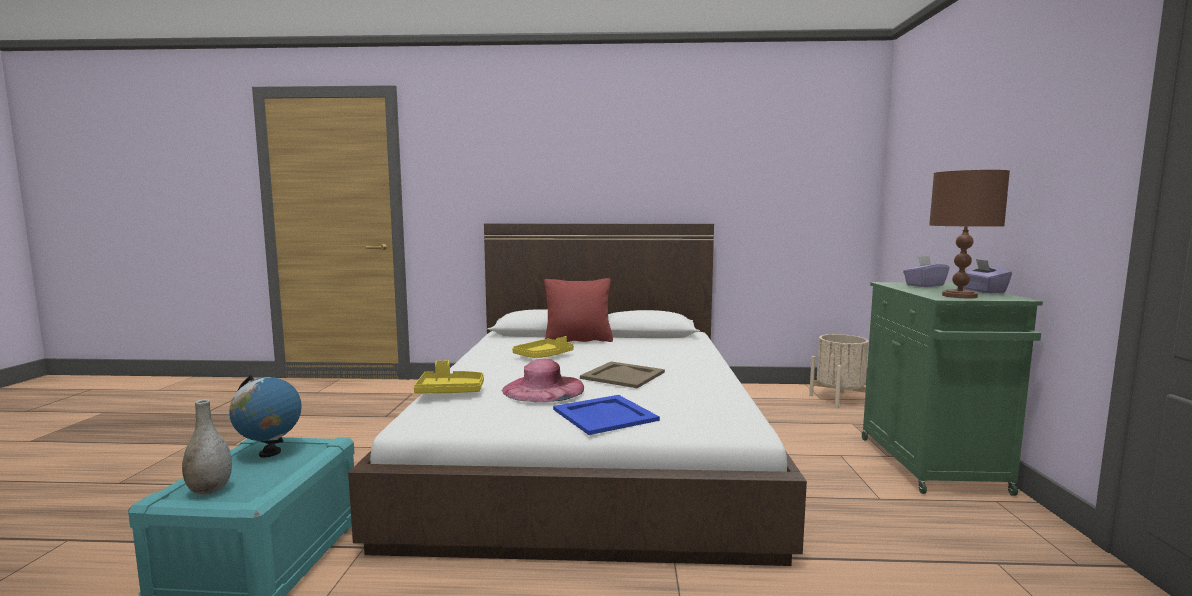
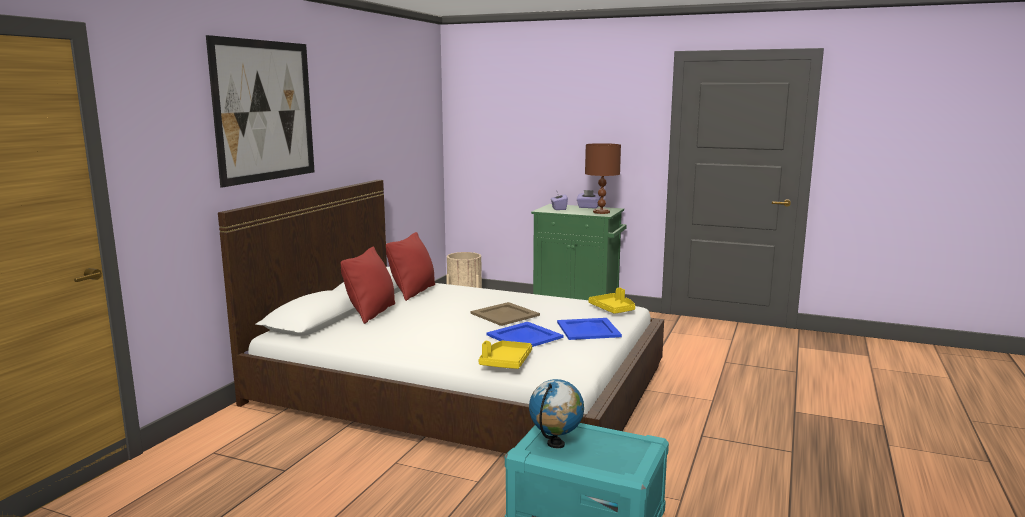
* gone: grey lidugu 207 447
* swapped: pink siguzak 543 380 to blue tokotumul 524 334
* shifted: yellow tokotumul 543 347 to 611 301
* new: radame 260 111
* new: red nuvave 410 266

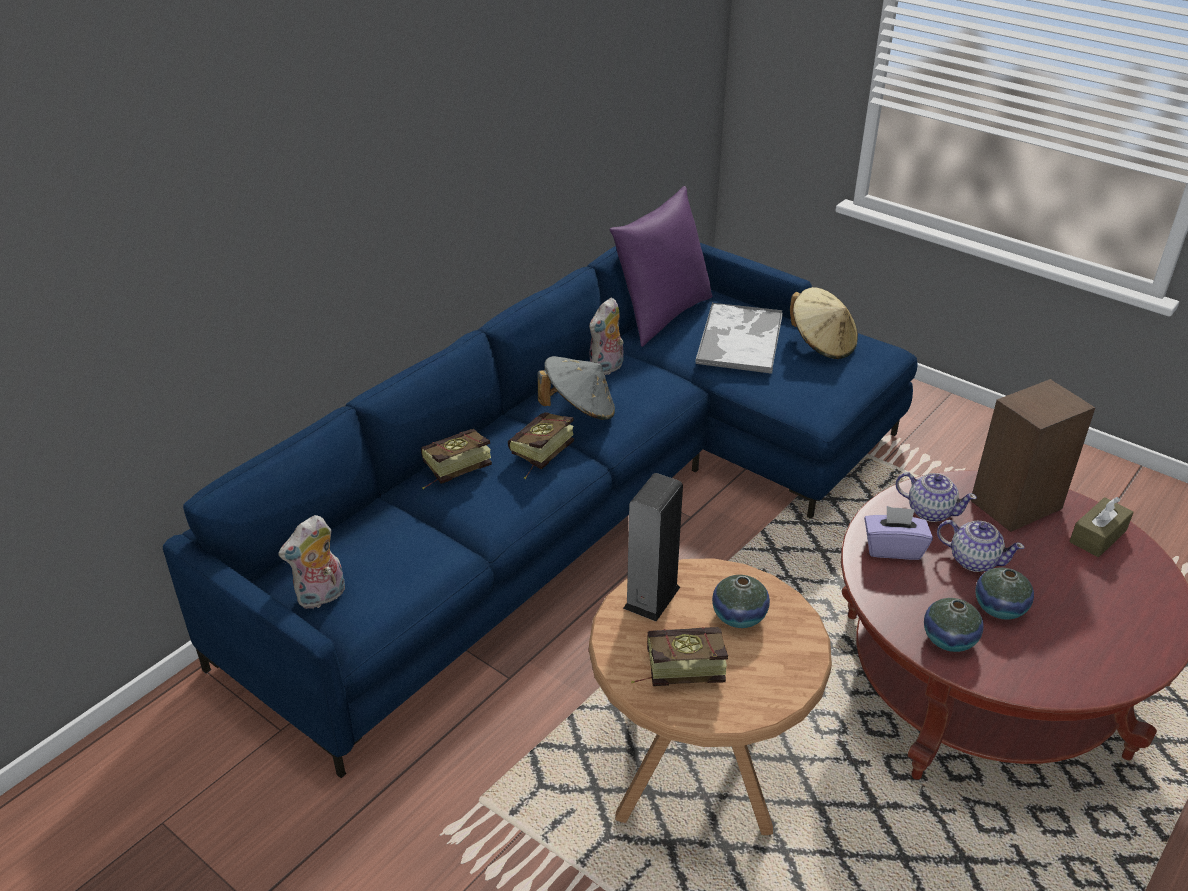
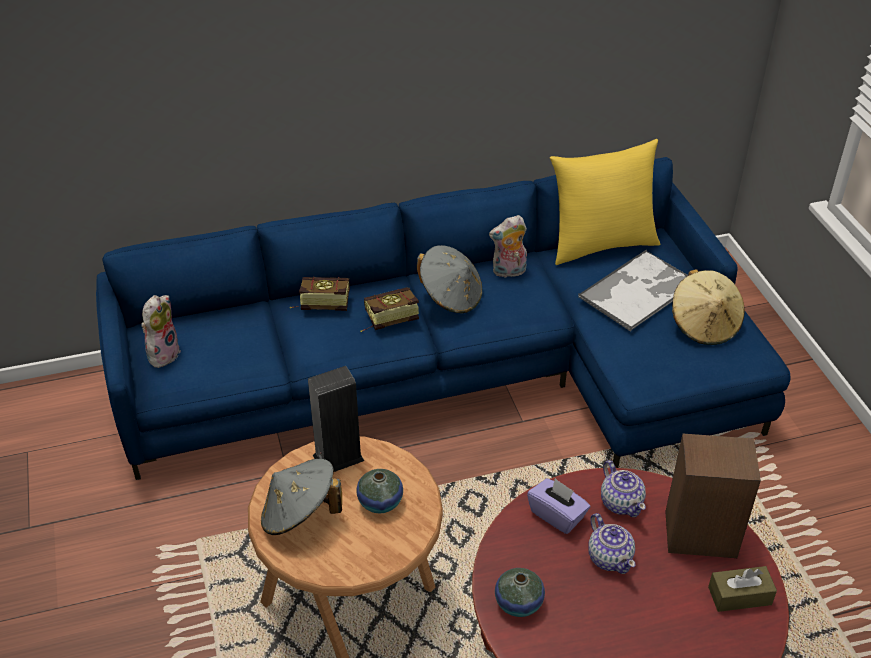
* rotated: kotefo 311 562 = 161 332 120 degrees clockwise
* repainted: purple nuvave 660 266 to yellow nuvave 605 202
* swapped: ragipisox 679 656 to grey siguzak 301 497
* gone: lidugu 1004 593

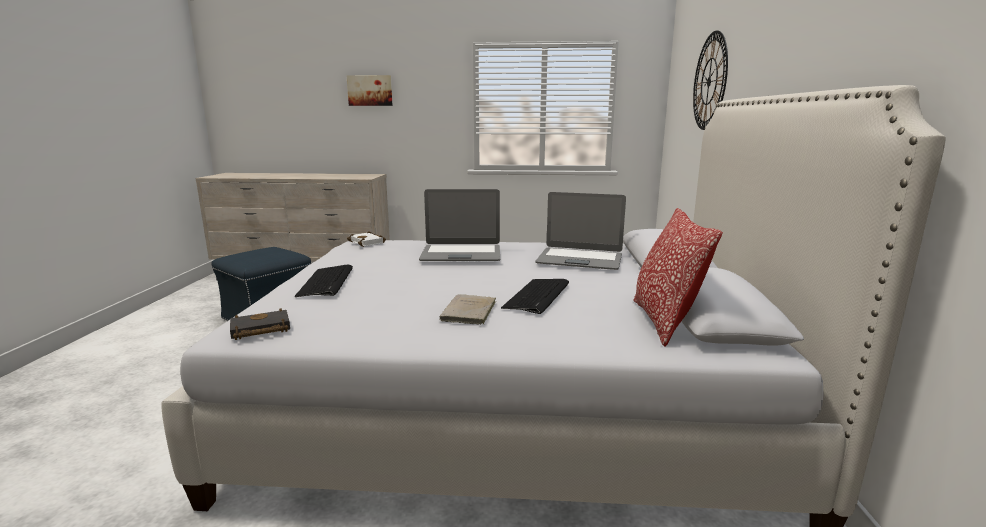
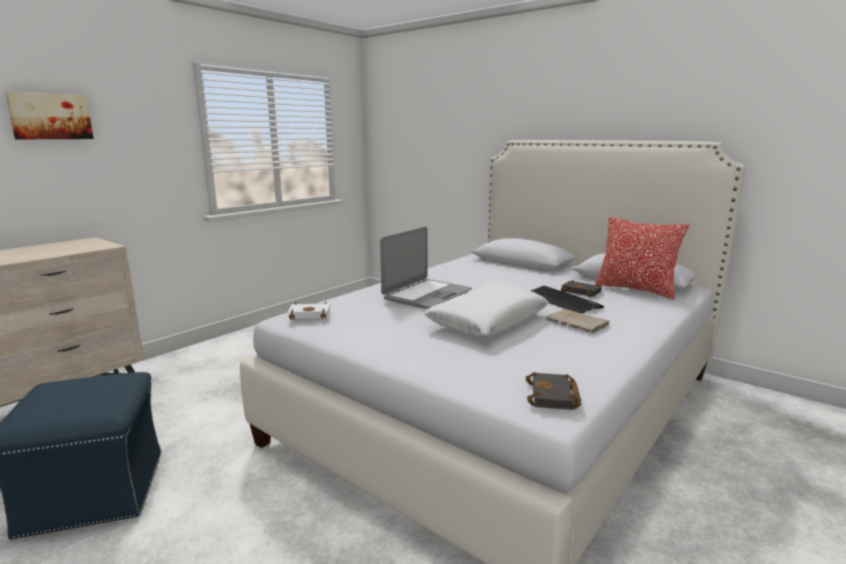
* gone: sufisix 324 280
* gone: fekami 580 231
* gone: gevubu 710 80
* new: white nuvave 486 310
* new: black ragipisox 581 288

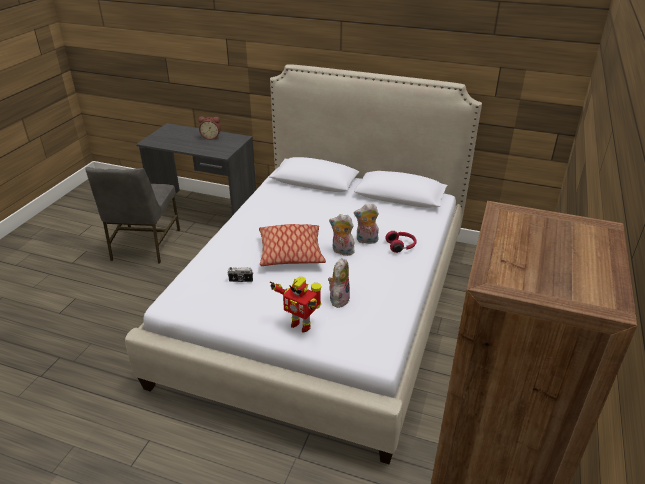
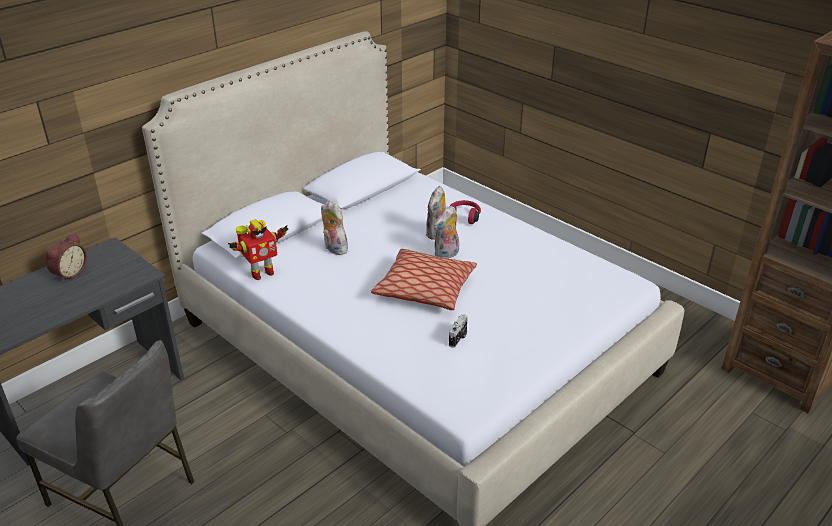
* shifted: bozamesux 295 305 to 258 249
* shifted: kotefo 339 283 to 334 228

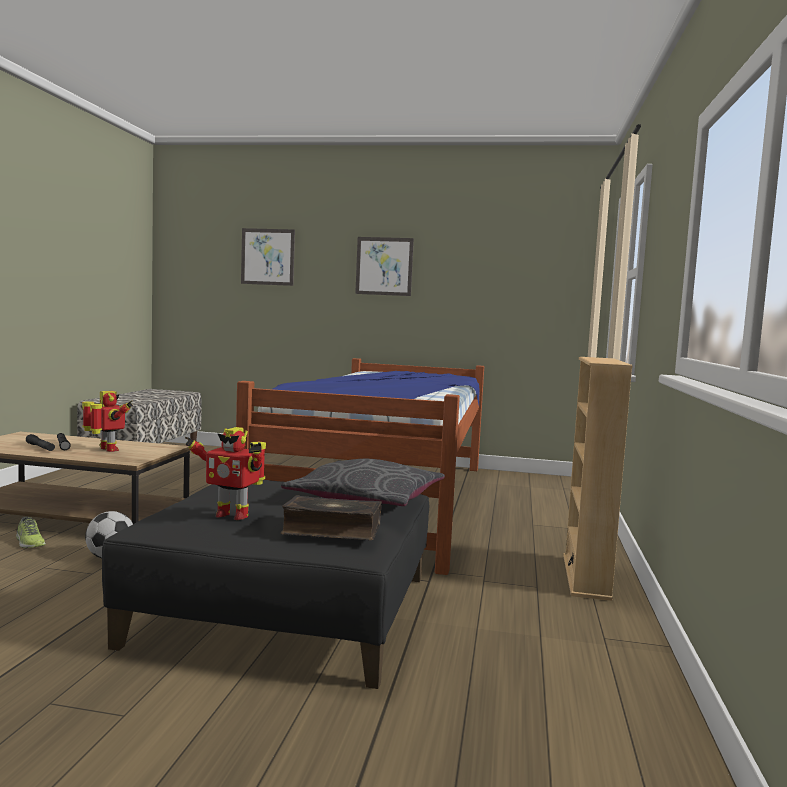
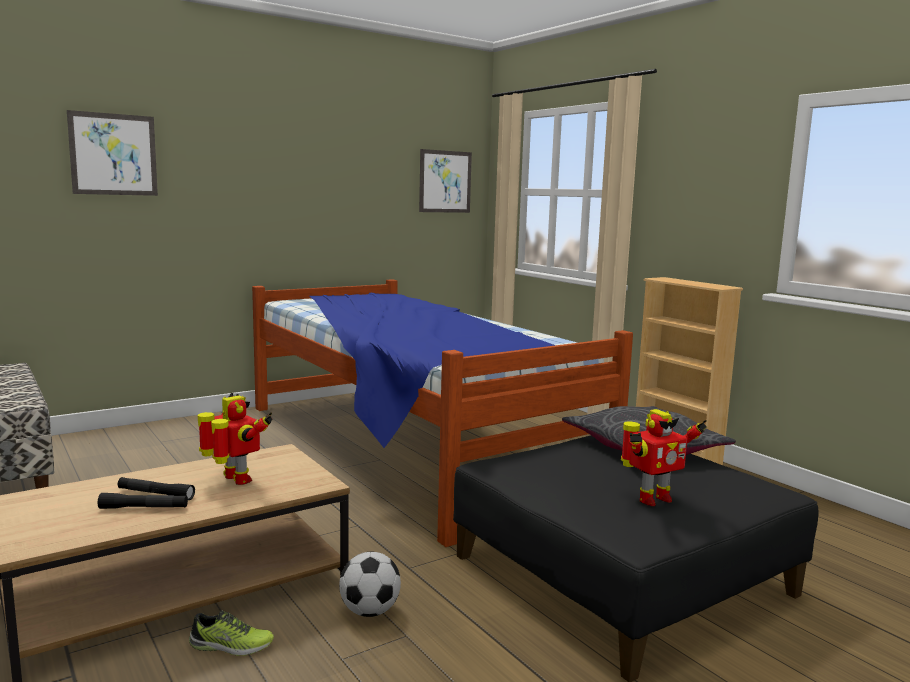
* rotated: bozamesux 107 421 = 235 439 45 degrees clockwise
* gone: ragipisox 331 517
* shifted: radame 384 266 to 445 181

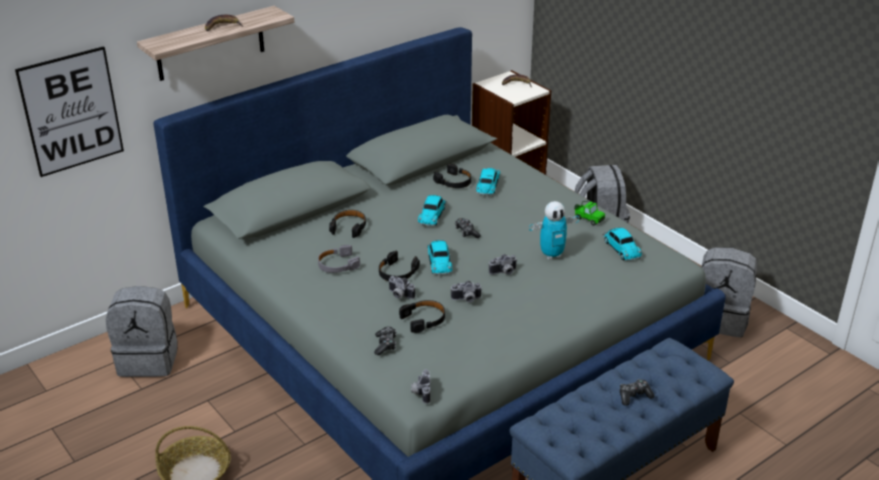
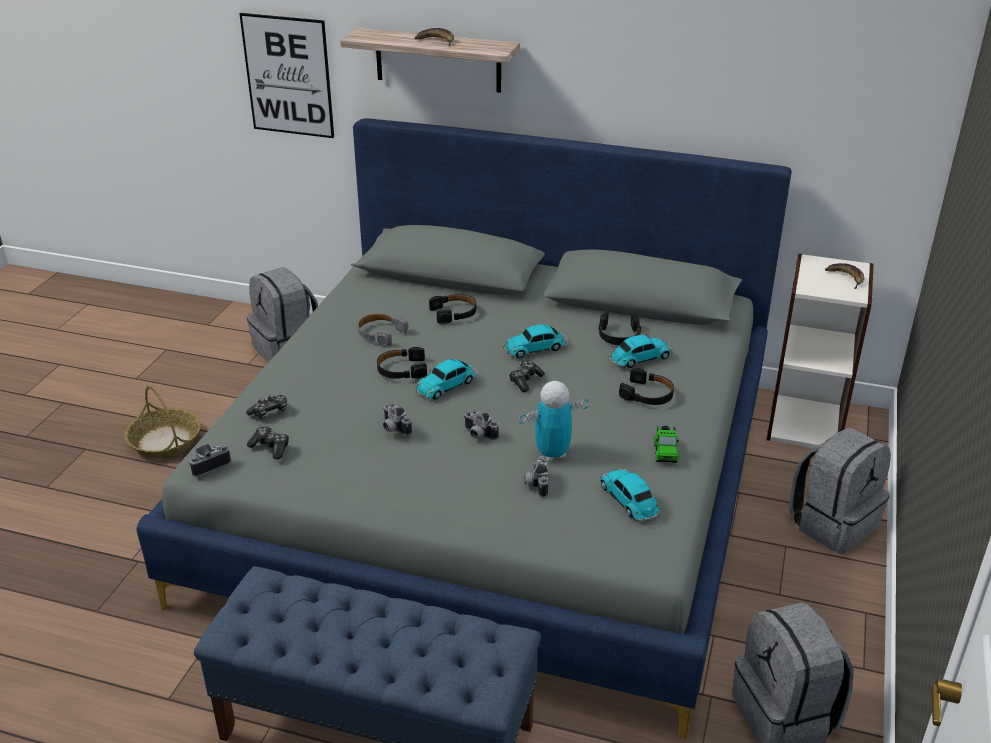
* shifted: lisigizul 401 287 to 536 477
* shifted: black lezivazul 422 316 to 646 386
* rotated: bozamesux 554 230 = 553 421 120 degrees clockwise
* rotated: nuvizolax 622 244 = 630 494 120 degrees clockwise
* shifted: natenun 637 392 to 268 442

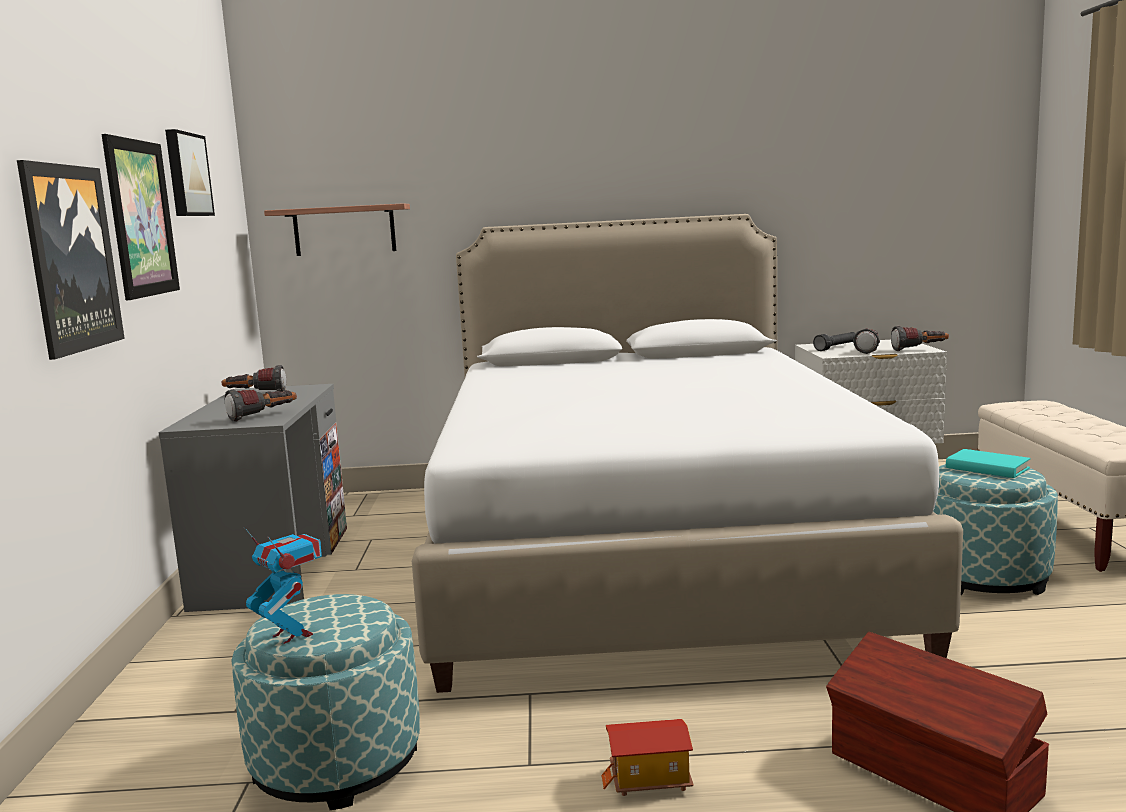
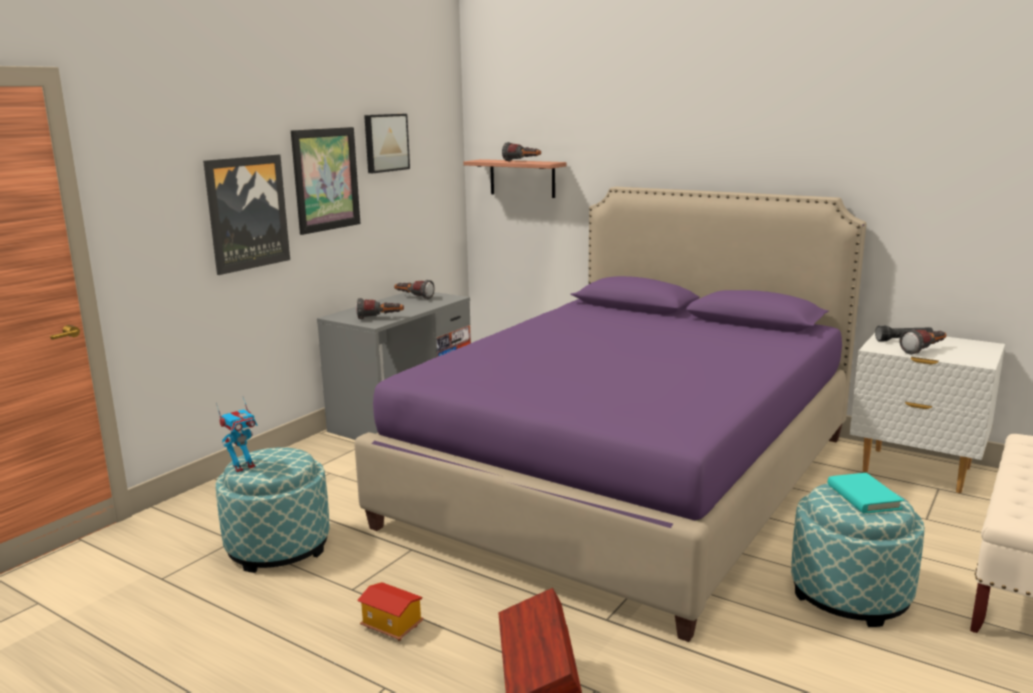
* rotated: bozamesux 283 585 = 237 434 60 degrees clockwise
* repainted: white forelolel 687 453 to purple forelolel 610 414
* shifted: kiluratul 920 338 to 521 152

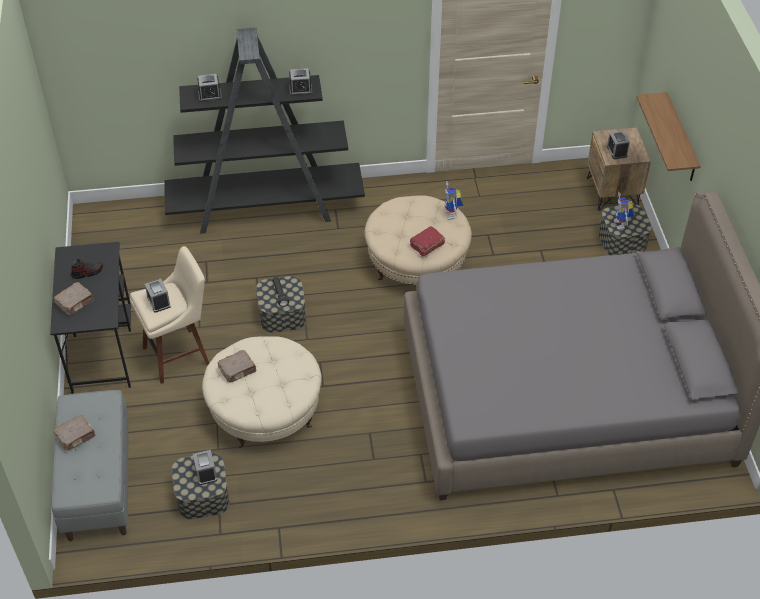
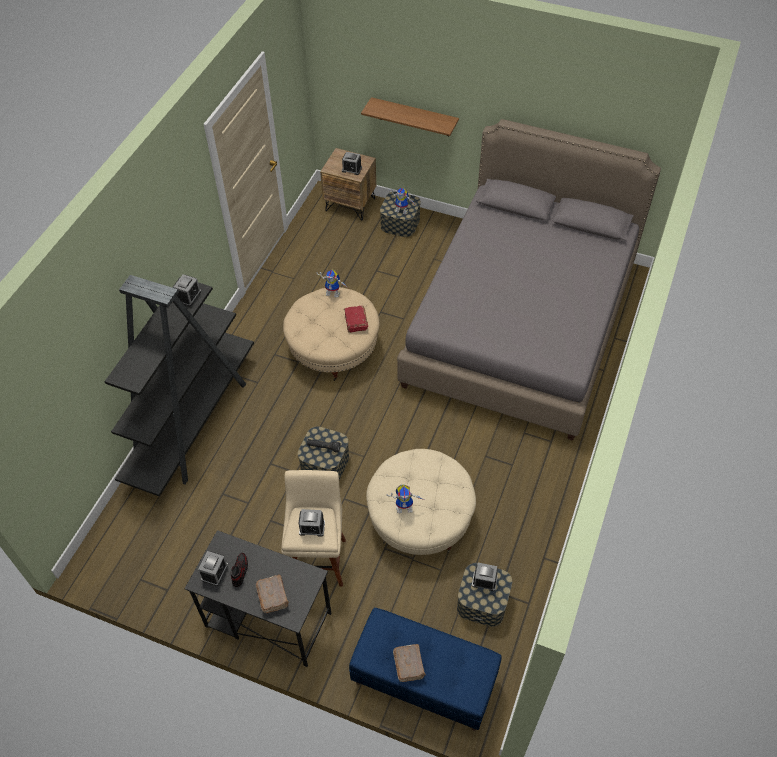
* repainted: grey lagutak 89 465 to blue lagutak 425 669
* shifted: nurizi 209 88 to 213 568
* swapped: brown ragipisox 236 366 to bozamesux 405 498

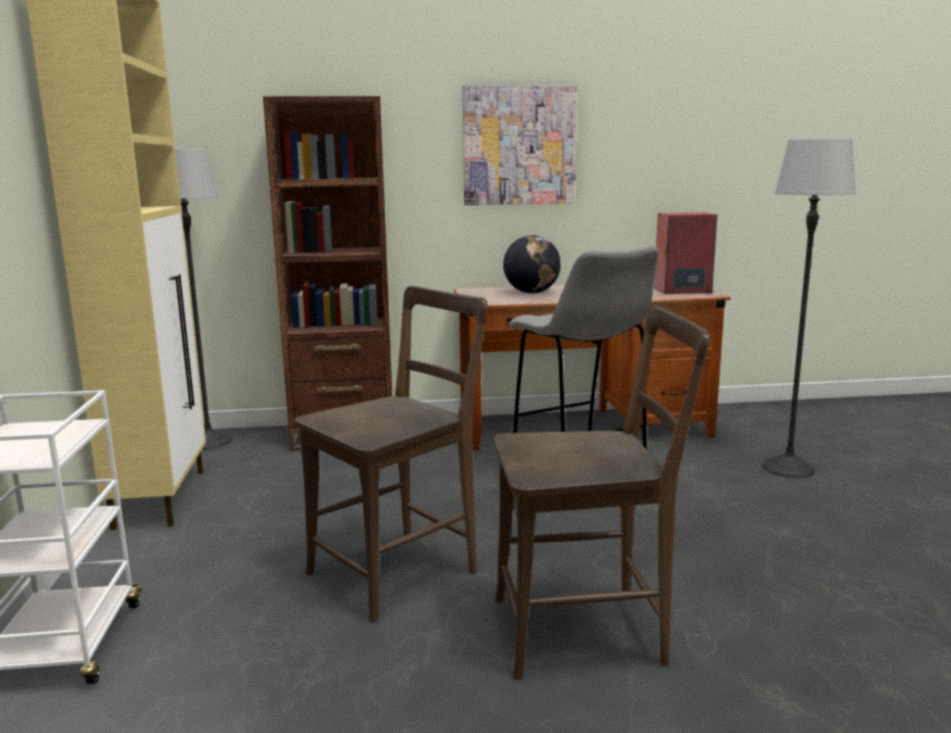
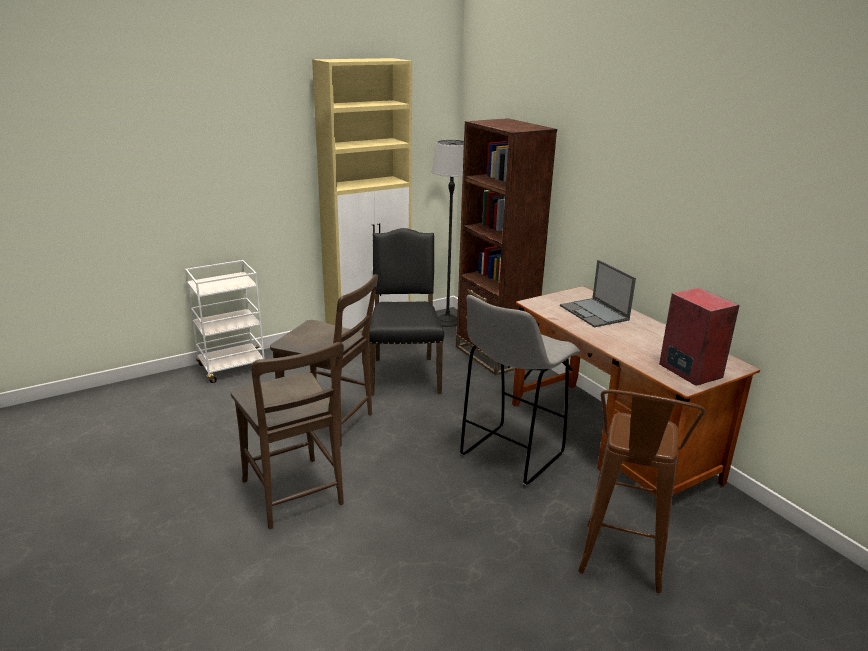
* gone: radame 520 145
* swapped: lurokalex 532 264 to fekami 598 293
* swapped: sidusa 809 308 to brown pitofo 641 491
* new: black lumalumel 406 311

